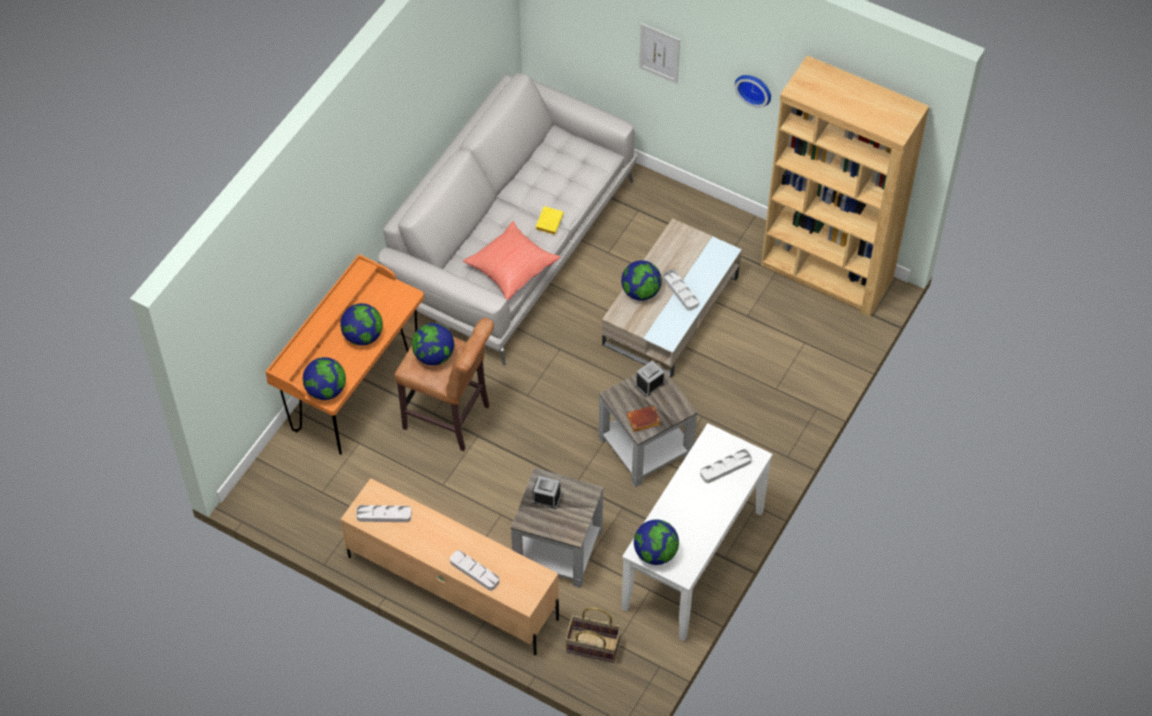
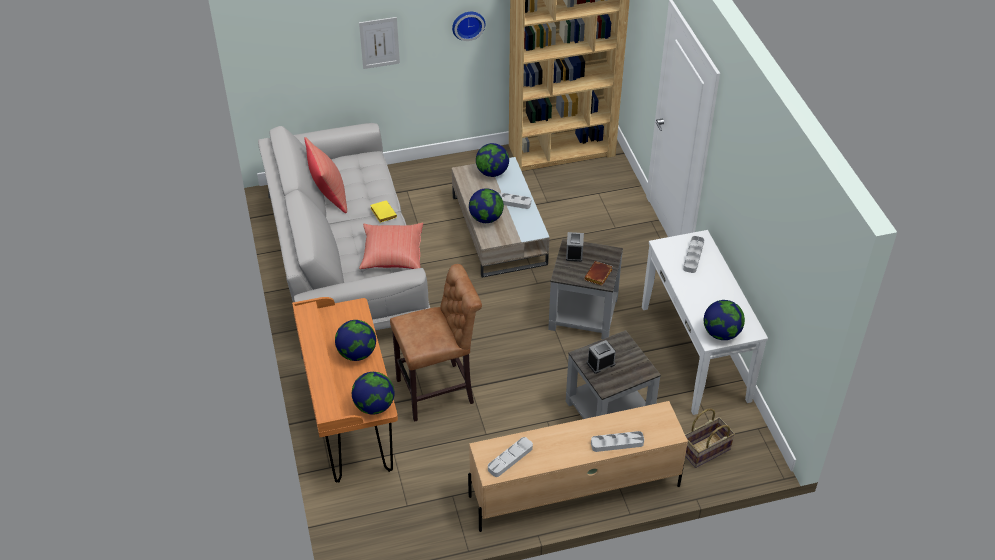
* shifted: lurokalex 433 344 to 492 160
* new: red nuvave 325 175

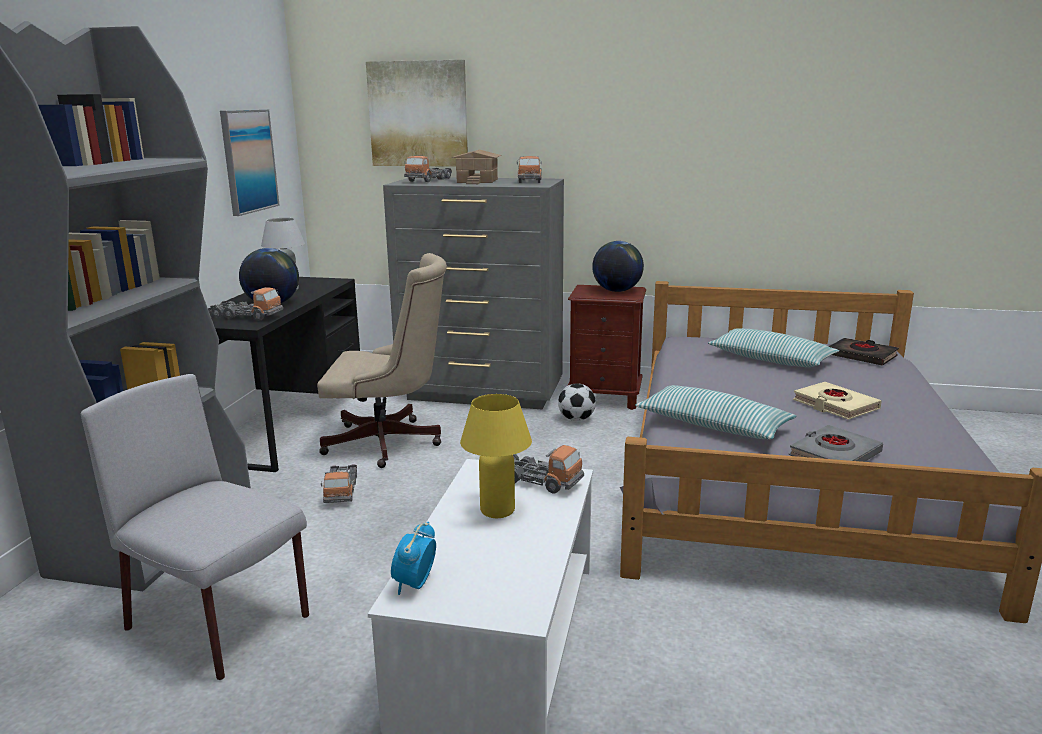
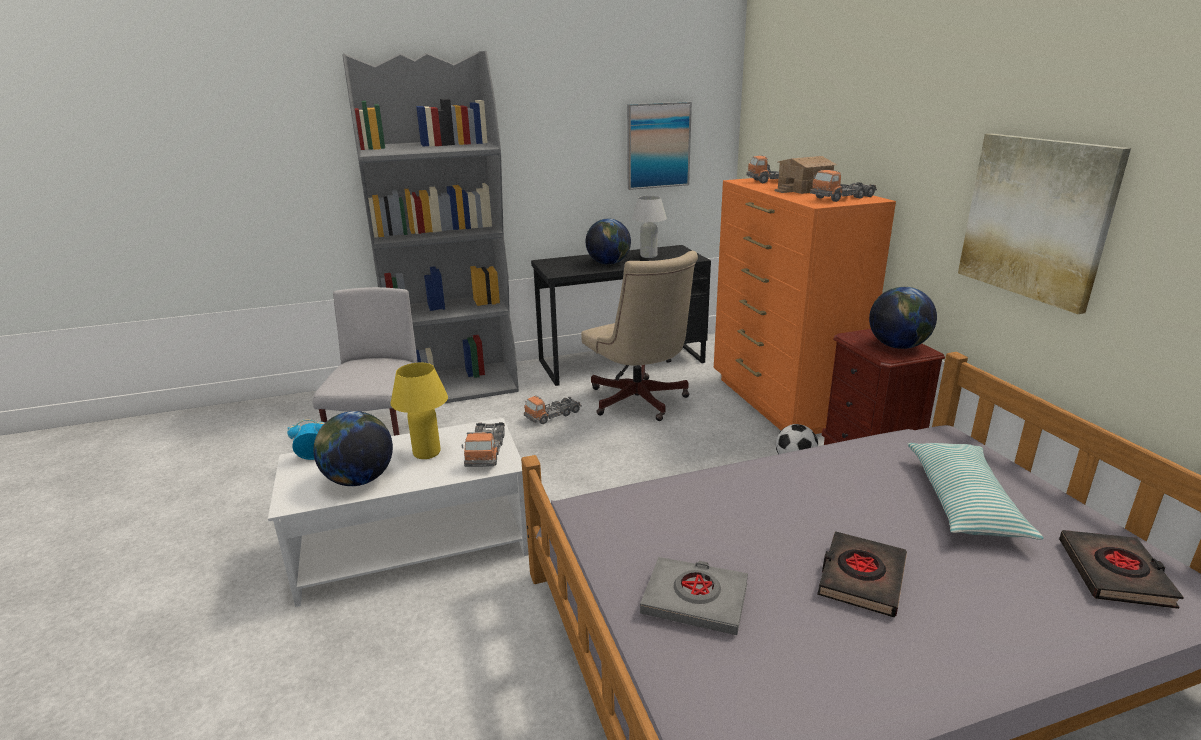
* gone: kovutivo 246 304
* shifted: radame 417 113 to 1044 224
* repainted: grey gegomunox 473 293 to orange gegomunox 805 305
* gone: nuvave 716 412
* repainted: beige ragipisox 837 401 to black ragipisox 862 574
* new: lurokalex 353 448

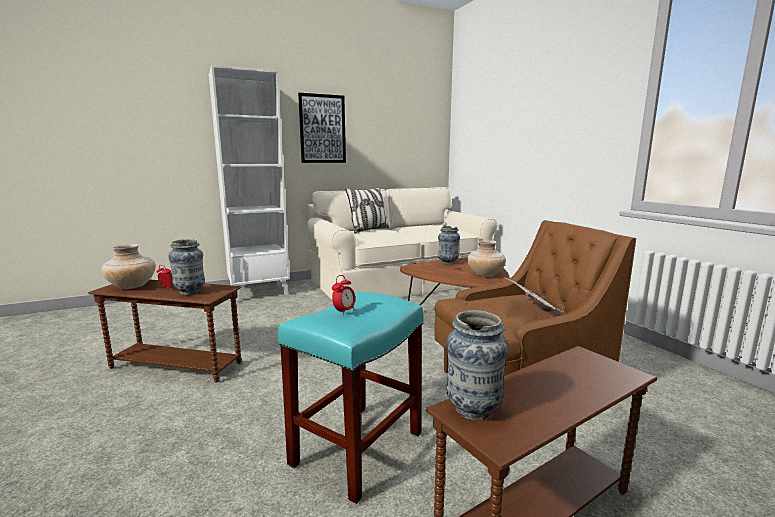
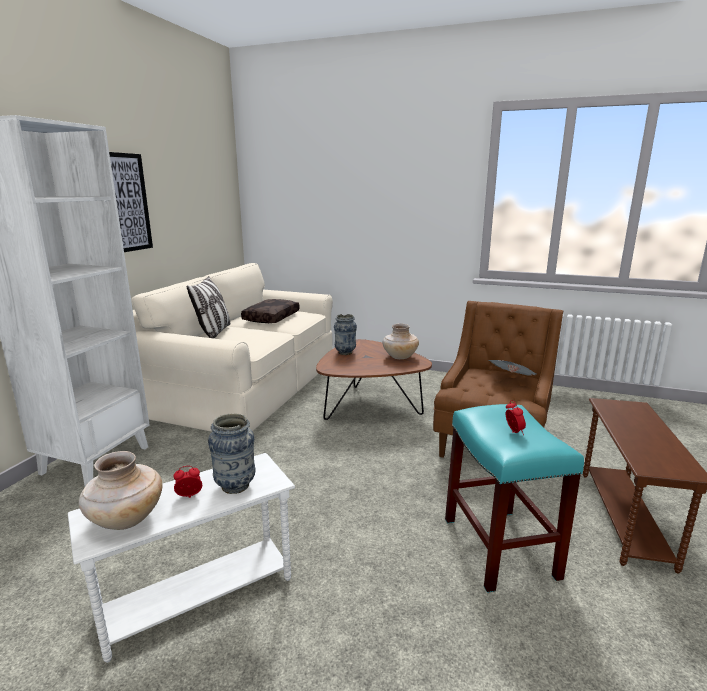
* repainted: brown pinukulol 165 331 to white pinukulol 181 558
* gone: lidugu 477 365
* new: brown nuvave 270 311

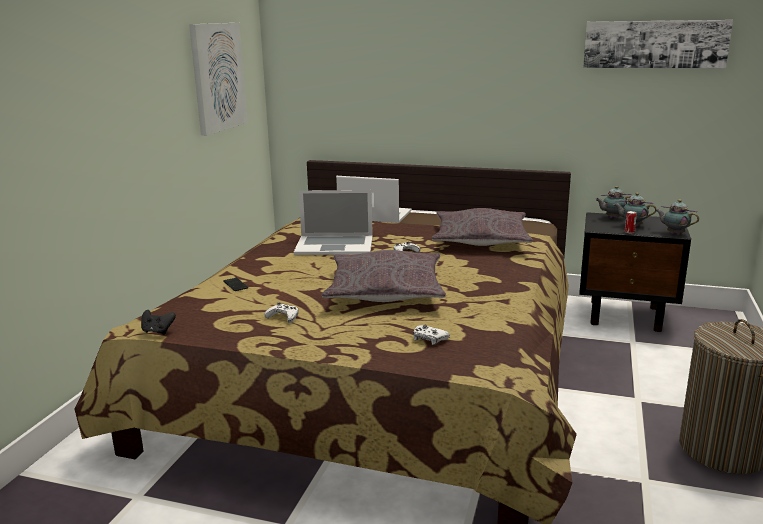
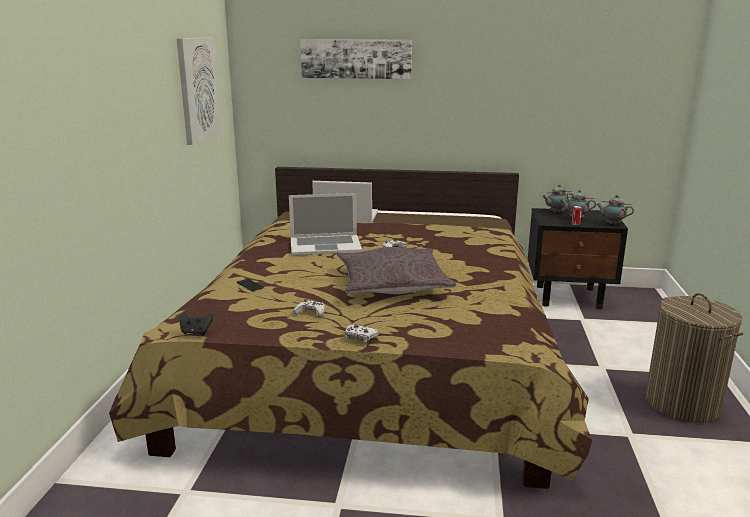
* shifted: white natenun 431 335 to 362 333
* gone: grey nuvave 482 227
* shifted: radame 658 44 to 356 59

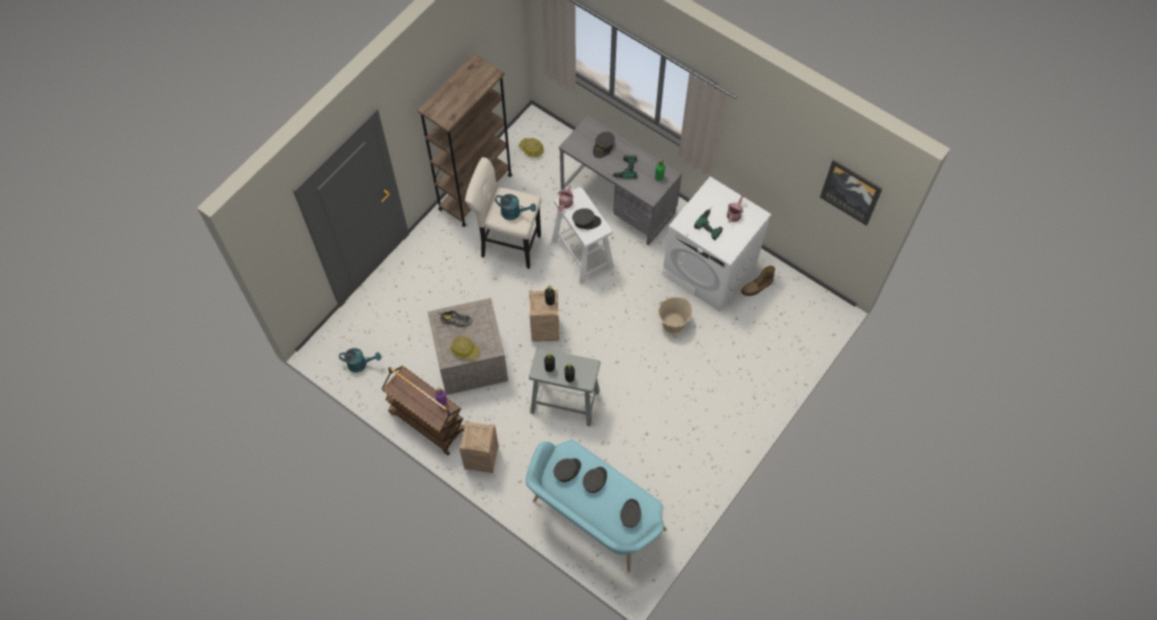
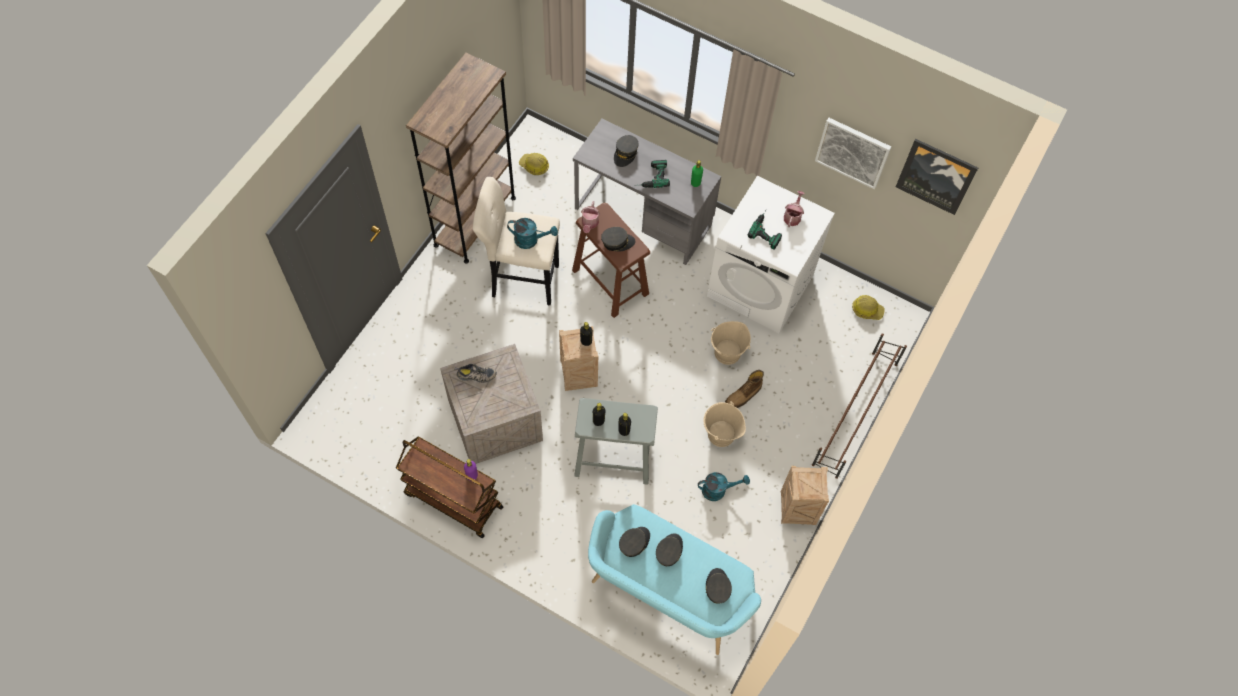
* shifted: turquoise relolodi 360 360 to 724 486
* shifted: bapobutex 465 348 to 868 307
* shifted: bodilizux 479 446 to 805 495
* repainted: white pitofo 583 235 to brown pitofo 611 260
* shifted: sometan 758 281 to 744 389
* new: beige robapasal 725 424
* new: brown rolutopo 859 406
* new: radame 853 153

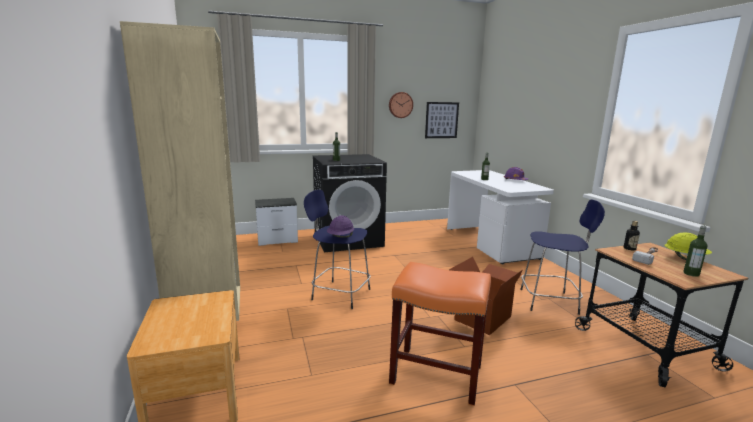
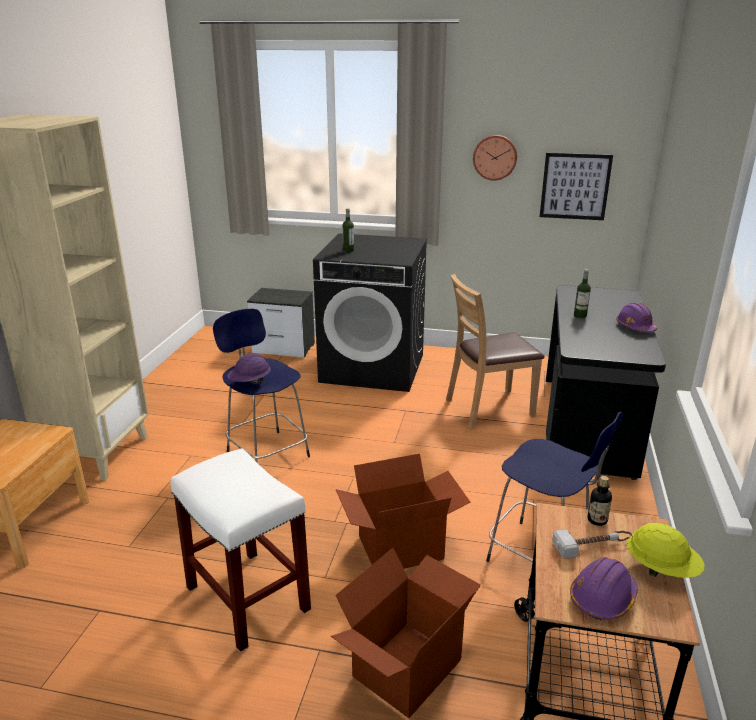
* repainted: orange pitofo 440 334 to white pitofo 241 550
* repainted: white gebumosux 500 217 to black gebumosux 606 382
* swapped: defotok 695 251 to purple bapobutex 604 588
* new: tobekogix 406 633
* new: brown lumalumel 495 351

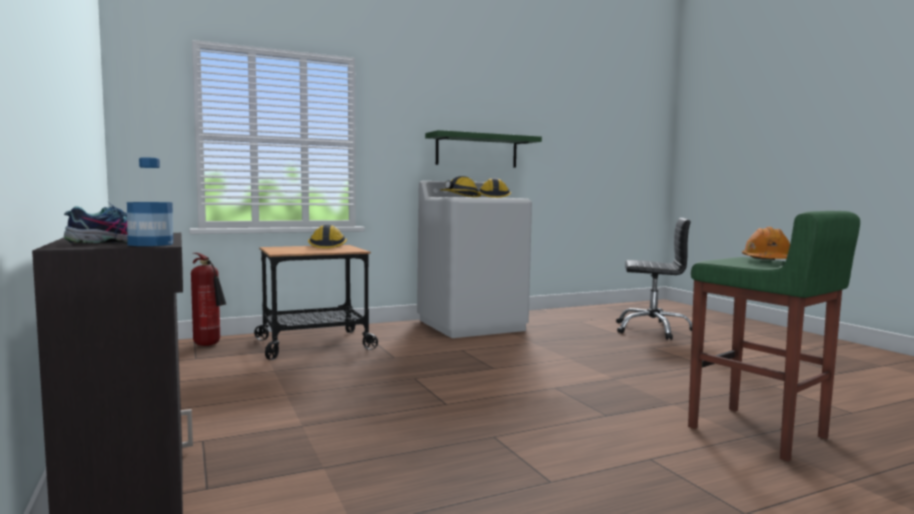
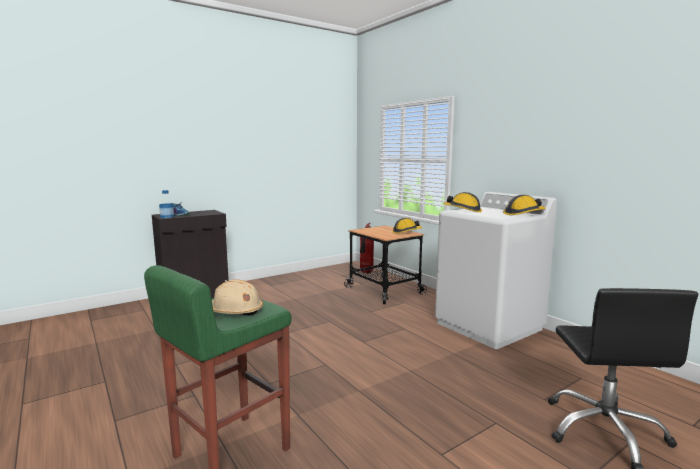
* gone: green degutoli 483 149
* repainted: orange bapobutex 766 243 to beige bapobutex 237 298

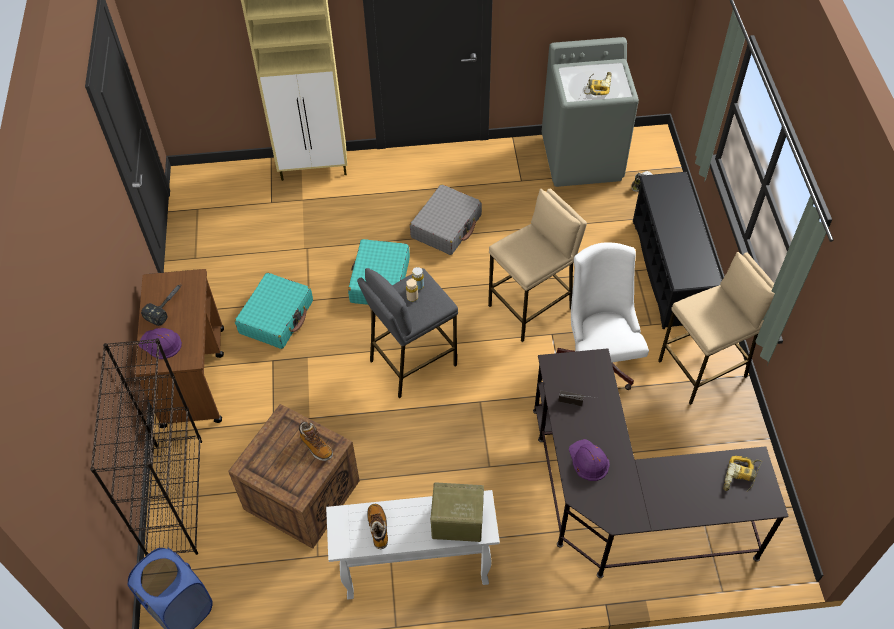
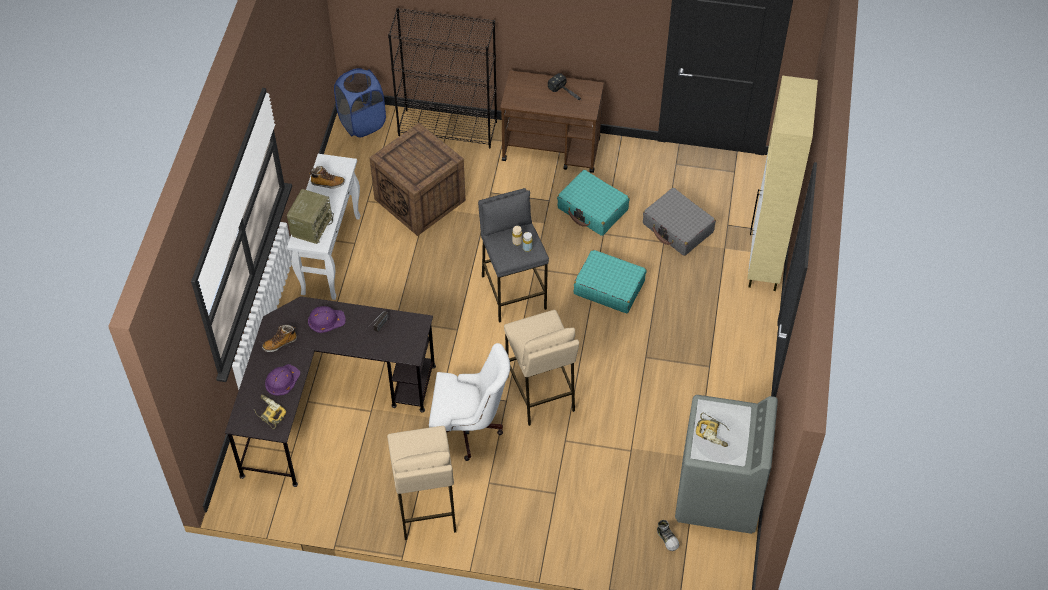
* shifted: purple bapobutex 160 343 to 282 380
* shifted: sometan 316 441 to 279 338
* shifted: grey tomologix 446 219 to 679 222
* gone: black rolutopo 677 250

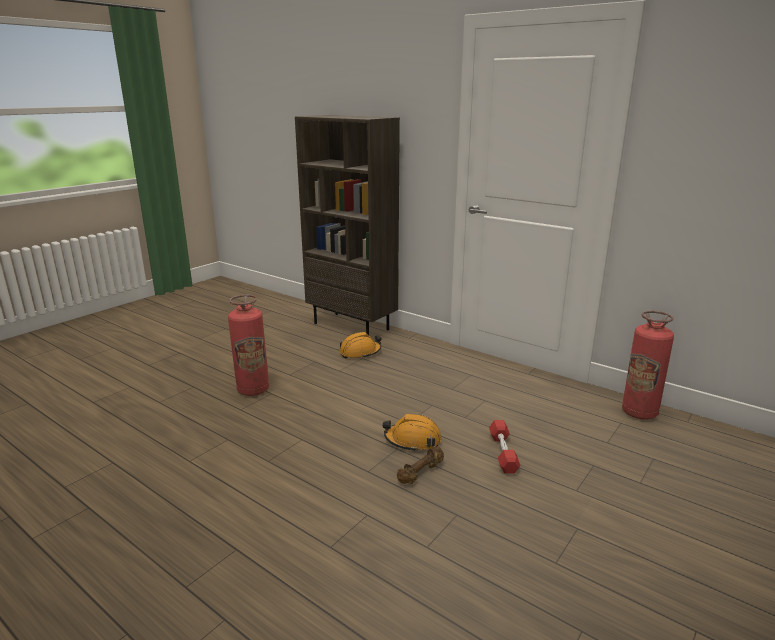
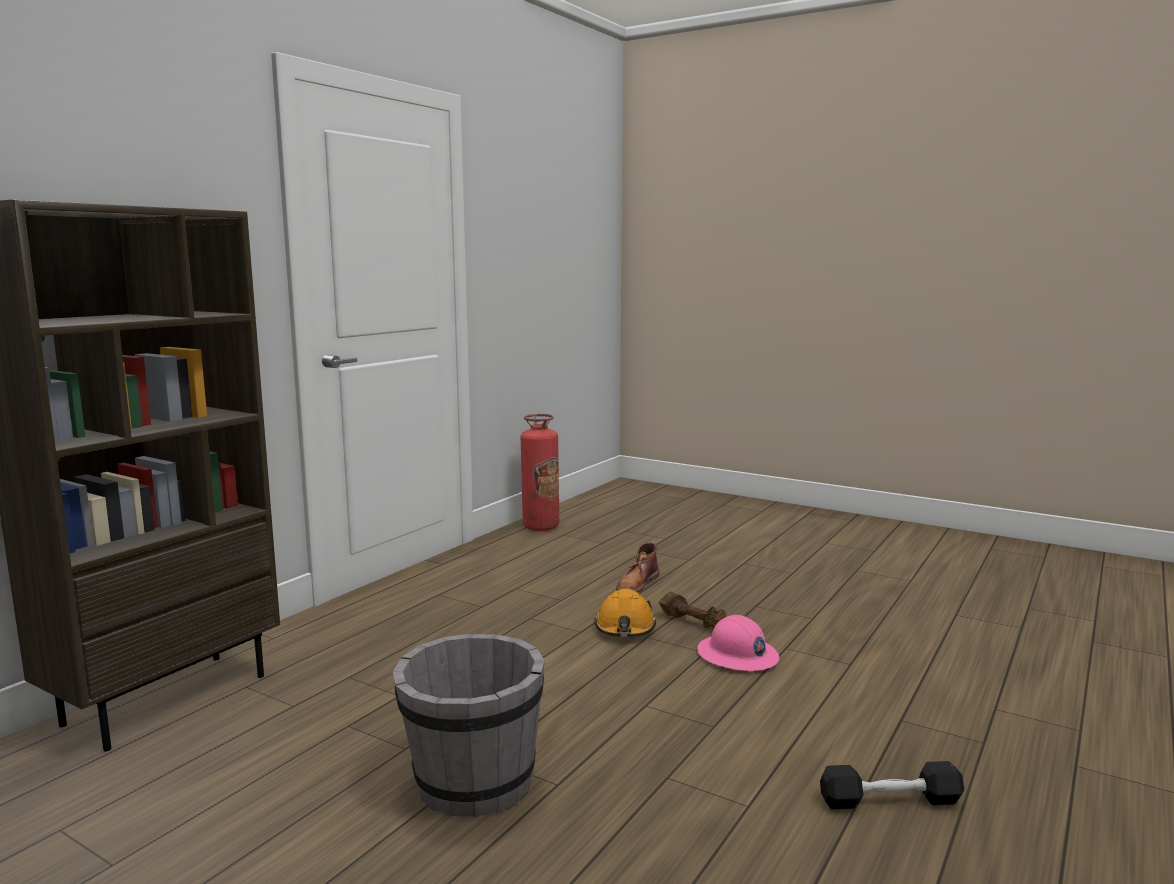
* swapped: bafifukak 248 345 to grey robapasal 468 725
* gone: orange bapobutex 361 345
* swapped: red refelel 504 447 to brown sometan 637 567
* new: pink bapobutex 738 643
* new: black refelel 892 785

